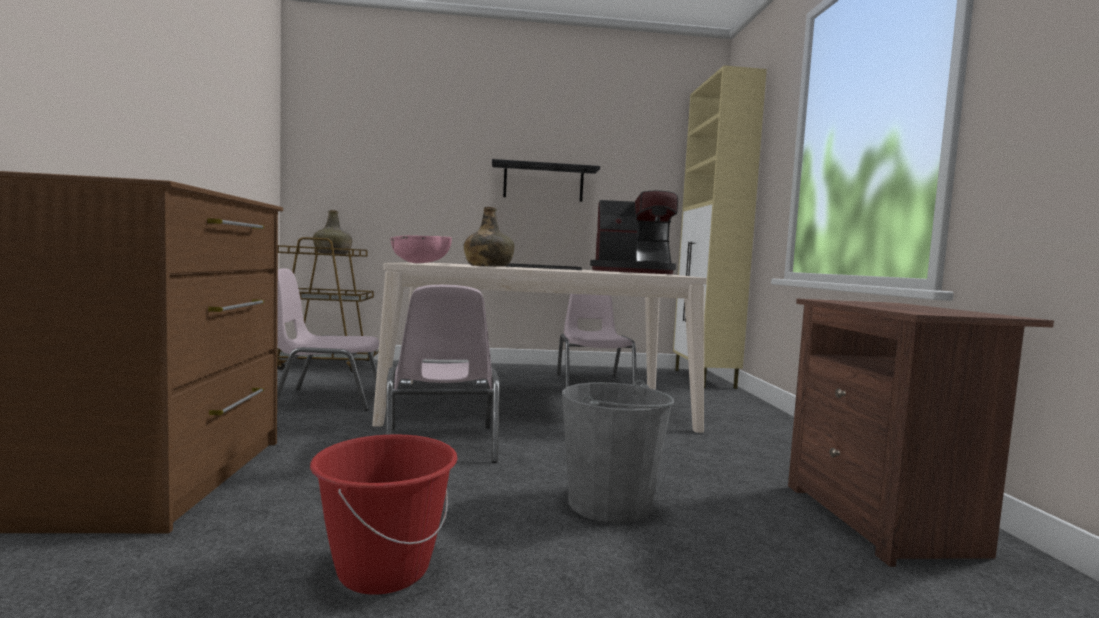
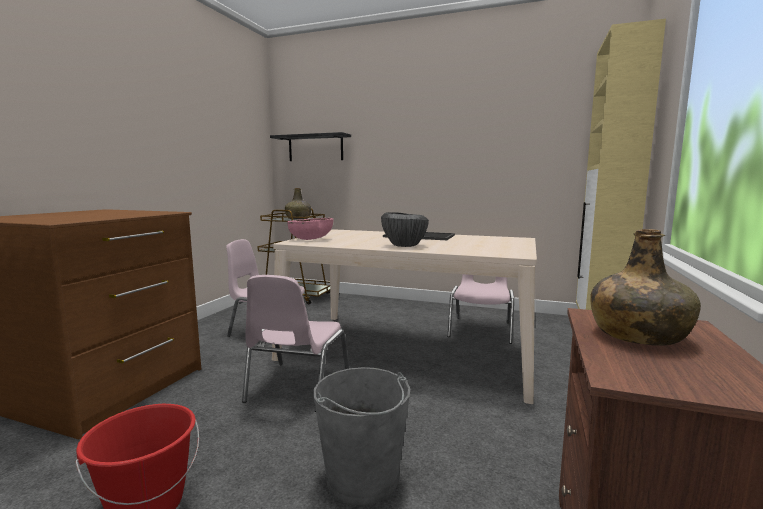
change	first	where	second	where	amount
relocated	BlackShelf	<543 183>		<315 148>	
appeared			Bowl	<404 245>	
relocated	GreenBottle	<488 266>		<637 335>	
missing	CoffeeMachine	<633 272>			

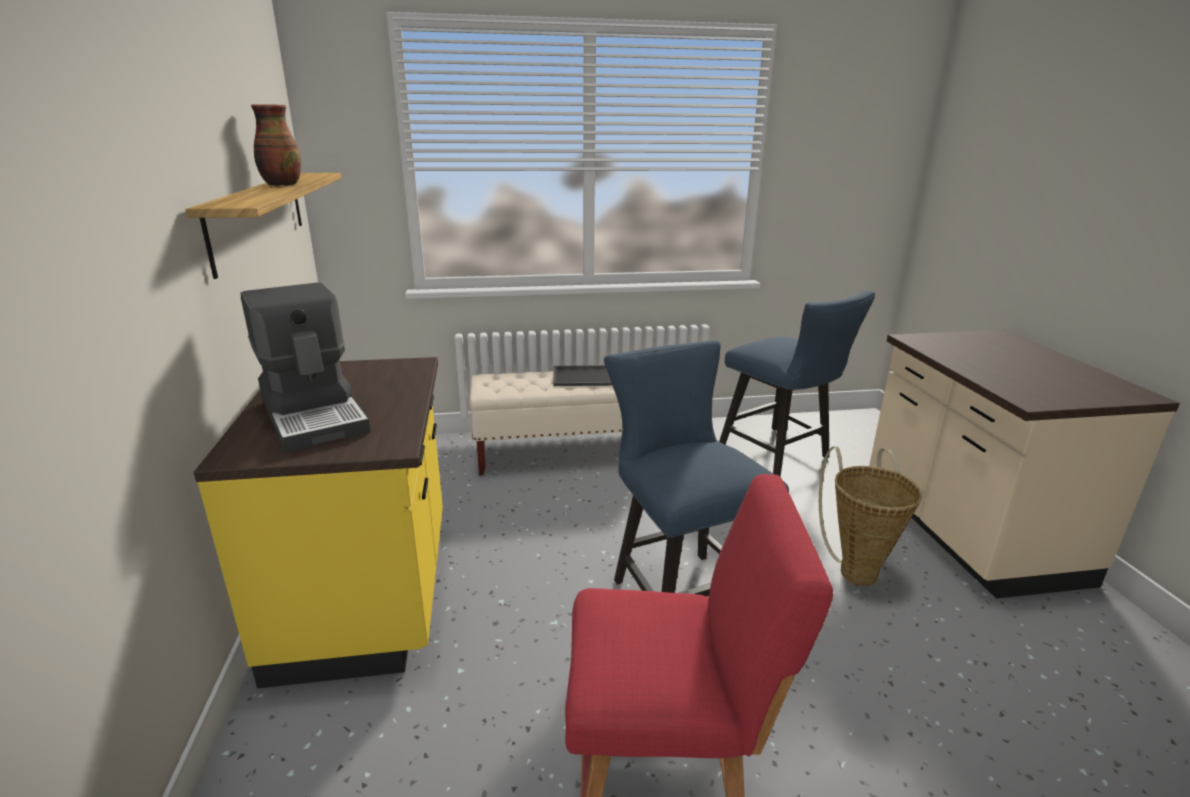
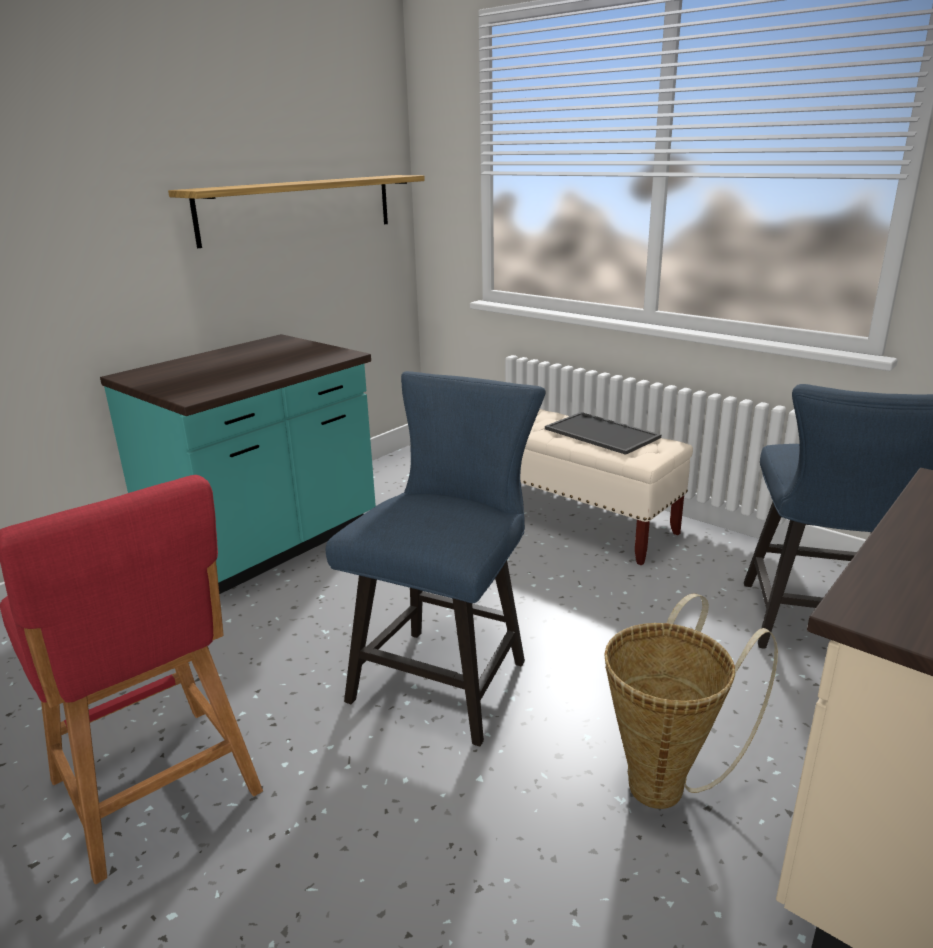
change	first	where	second	where	amount
colour	YellowCounter	<370 594>	TurquoiseCounter	<267 546>	
missing	CoffeeMachine	<316 415>			
missing	Vase	<281 184>			

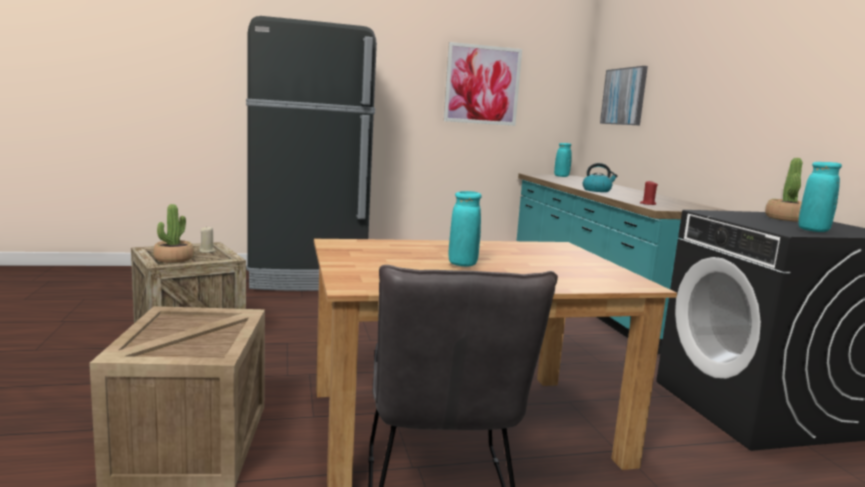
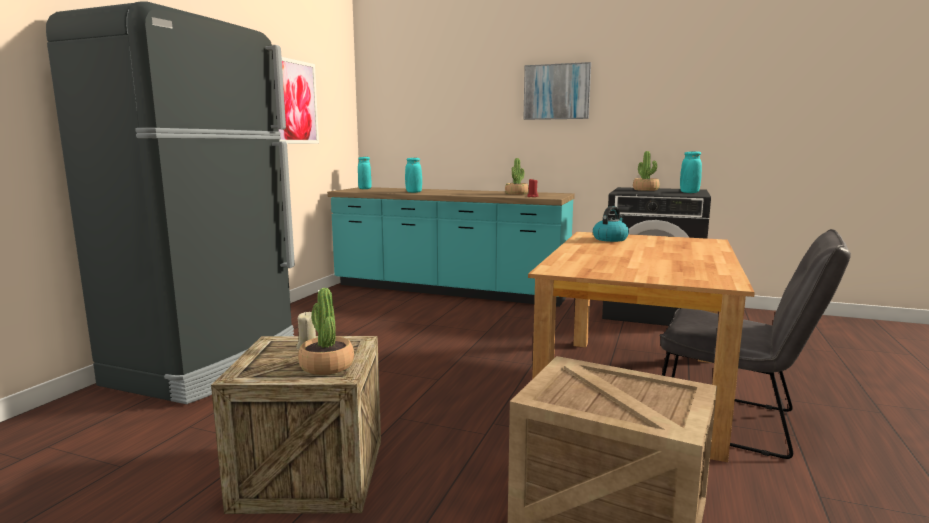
change	first	where	second	where	amount
relocated	TurquoiseVase	<462 264>		<413 192>	
appeared			PottedPlant	<516 193>	
relocated	Picture	<624 96>		<556 92>	
relocated	Kettle	<597 190>		<610 239>	

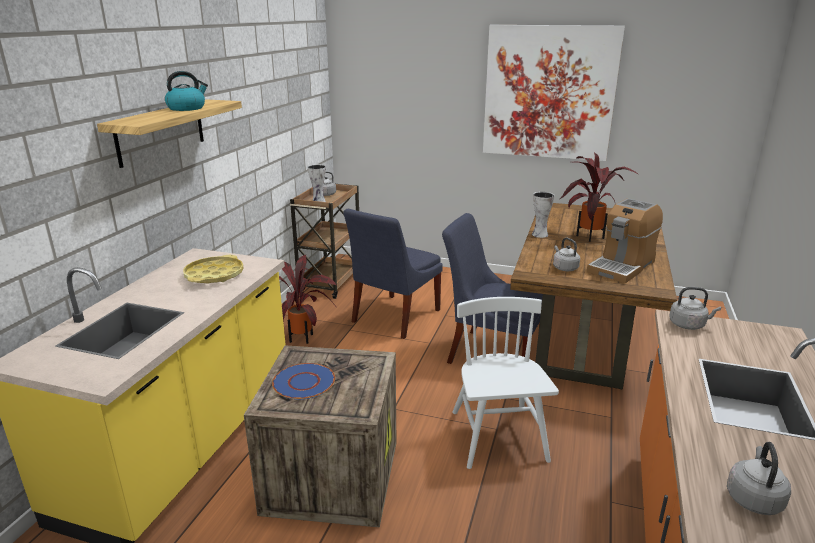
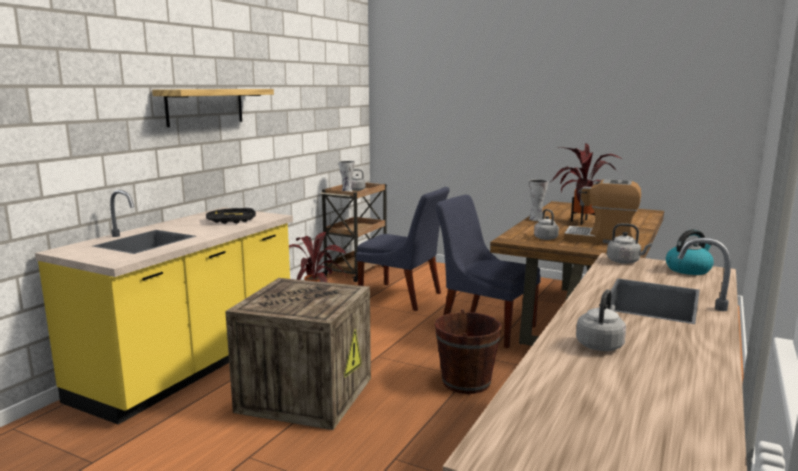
change	first	where	second	where	amount
colour	YellowTray	<214 275>	BlackTray	<231 220>	
spun	BlueChair	<393 317>		<403 297>	105 degrees counterclockwise
exchanged	WhiteChair	<498 436>	BrownBucket	<466 382>	
spun	CoffeeMachine	<622 266>		<601 239>	60 degrees clockwise
relocated	Kettle	<187 108>		<688 269>	
missing	BluePlate	<303 382>			
missing	Picture	<549 93>			

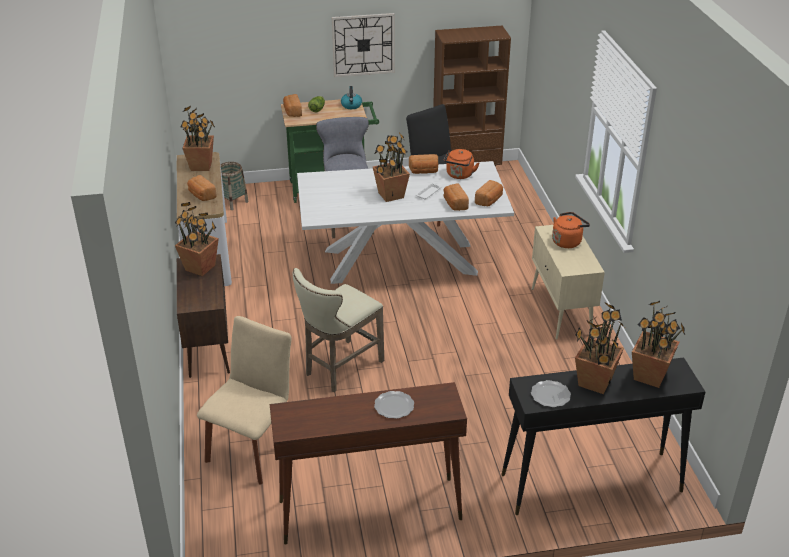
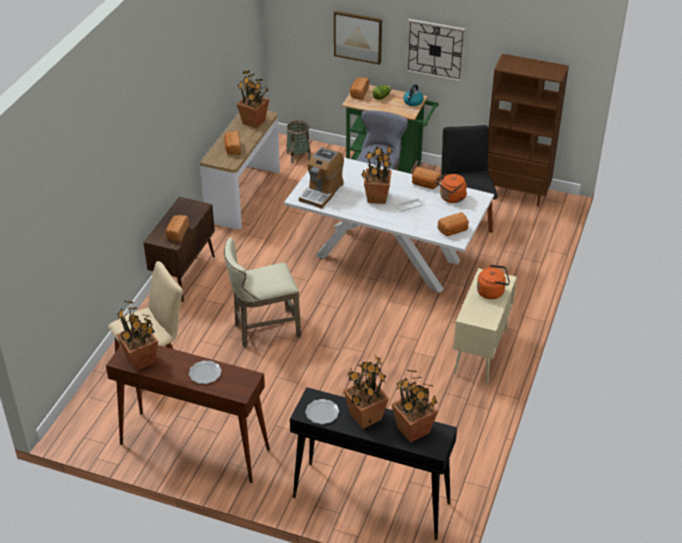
change	first	where	second	where	amount
relocated	PottedPlant	<200 268>		<141 361>	
relocated	Bread	<454 204>		<177 233>	
appeared			CoffeeMachine	<322 192>	
appeared			Picture	<358 37>	

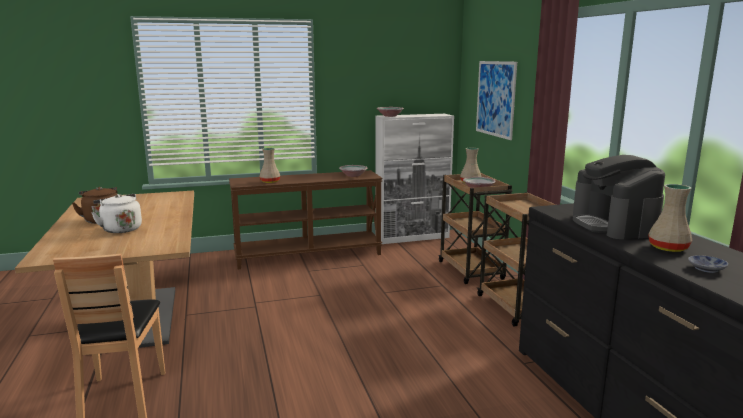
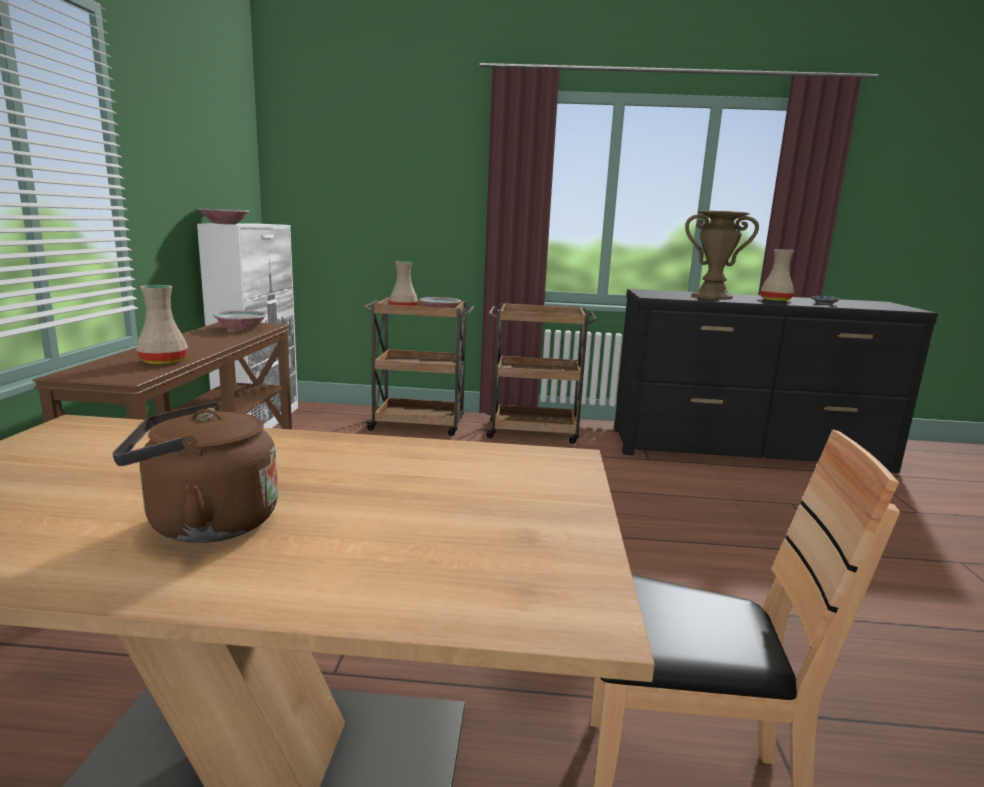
change	first	where	second	where	amount
exchanged	CoffeeMachine	<614 225>	BrownVase	<712 297>	
missing	WhiteKettle	<120 229>			
missing	Picture	<495 98>			

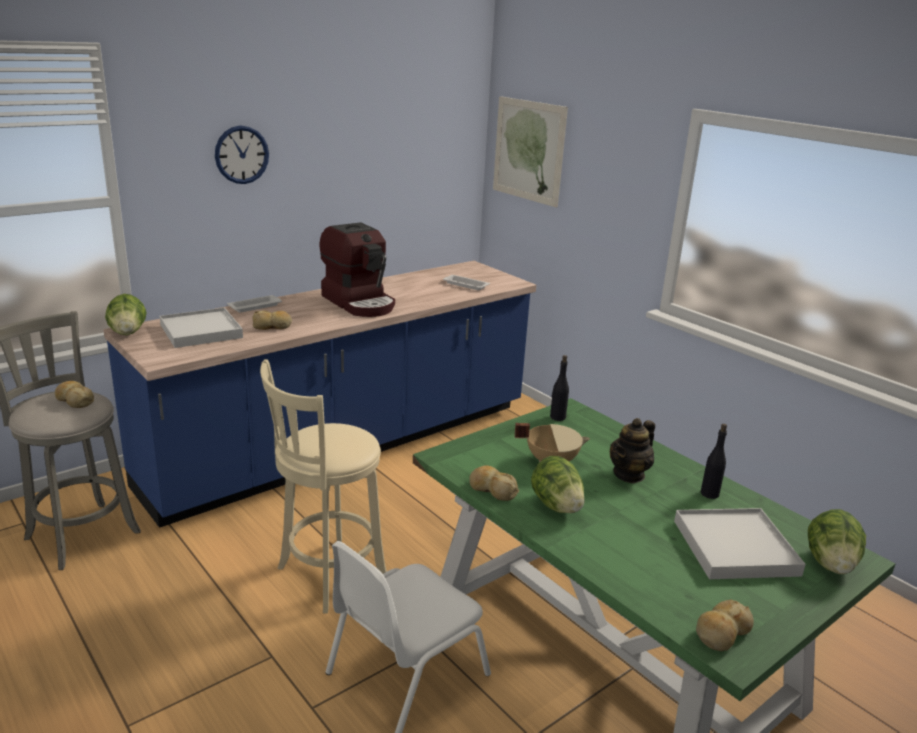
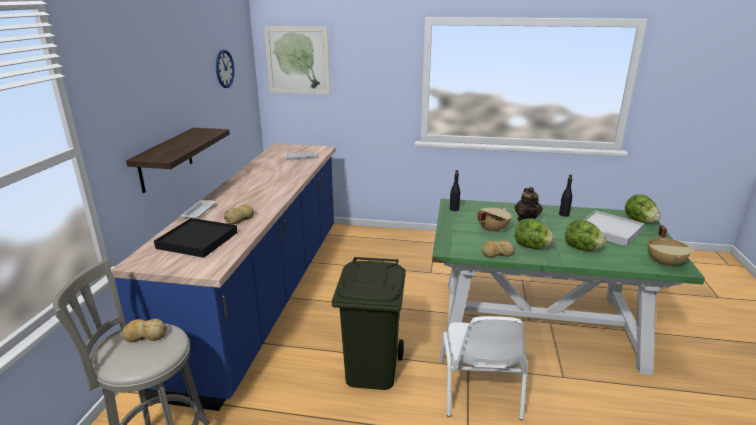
change	first	where	second	where	amount
appeared			Shelf	<166 159>	
colour	WhiteTray	<201 331>	BlackTray	<197 240>	
relocated	WallClock	<241 155>		<224 69>	
exchanged	BeigeStool	<327 576>	GreenTrashCan	<370 370>	
relocated	Lettuce	<128 332>		<582 248>	
exchanged	Bread	<721 633>	BeigeCookingPot	<665 263>	
missing	CoffeeMachine	<360 302>			

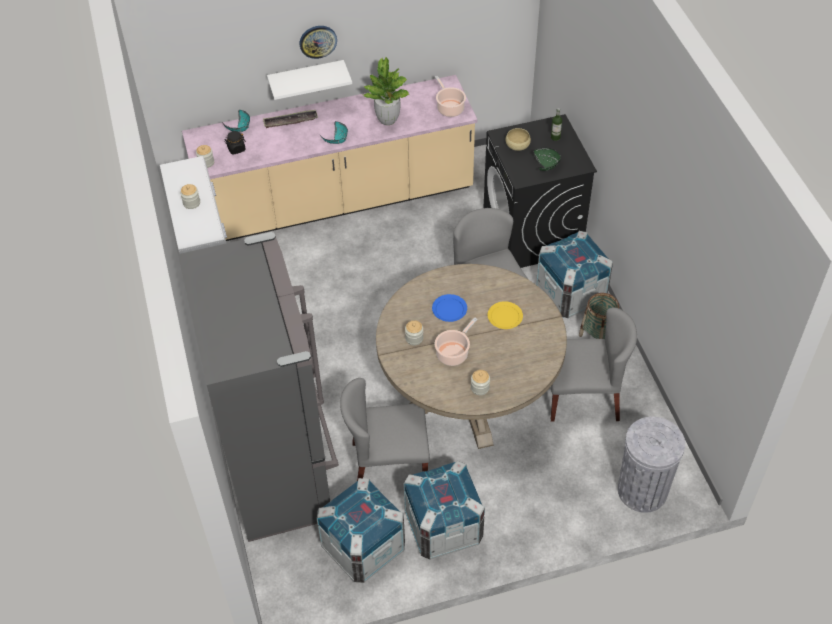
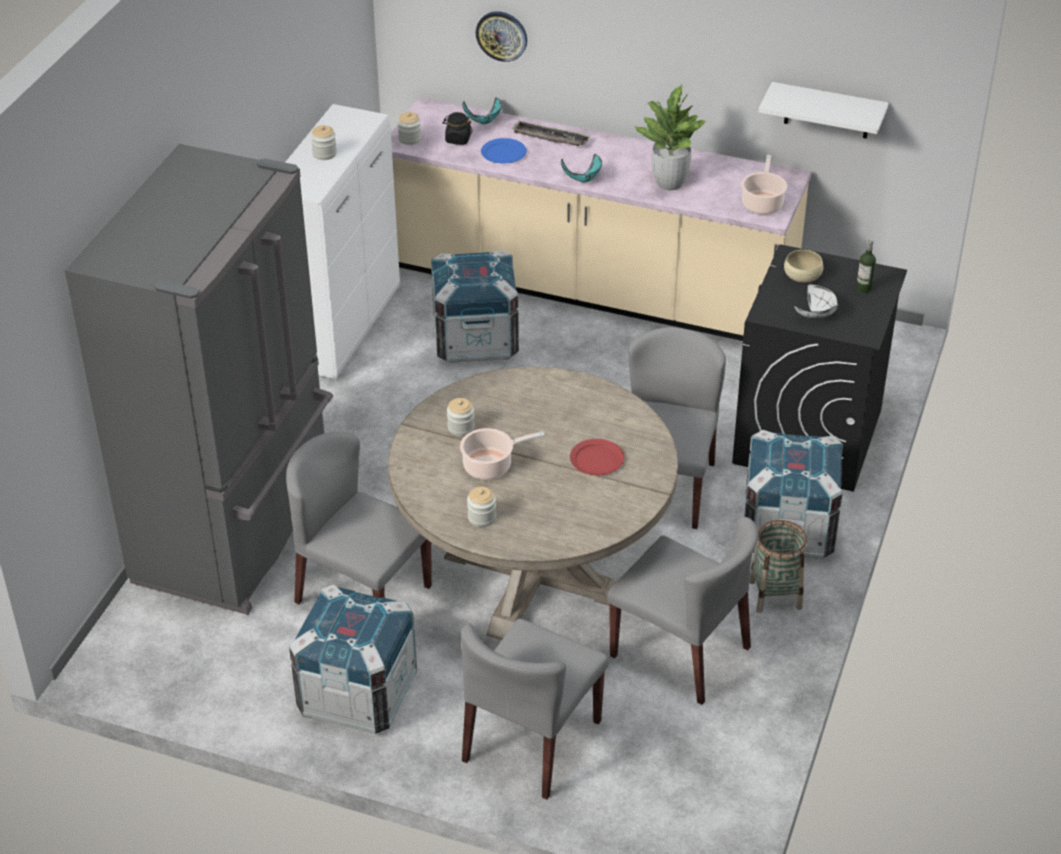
change	first	where	second	where	amount
relocated	Crate	<363 547>		<476 340>	
appeared			GreyChair	<532 742>	
relocated	WallClock	<318 41>		<502 35>	
relocated	BluePlate	<449 309>		<503 153>	
colour	YellowPlate	<505 317>	RedPlate	<597 460>	
relocated	WhiteShelf	<306 78>		<827 111>	
colour	GreenBowl	<547 165>	WhiteBowl	<816 314>	
missing	GreyTrashCan	<642 490>			

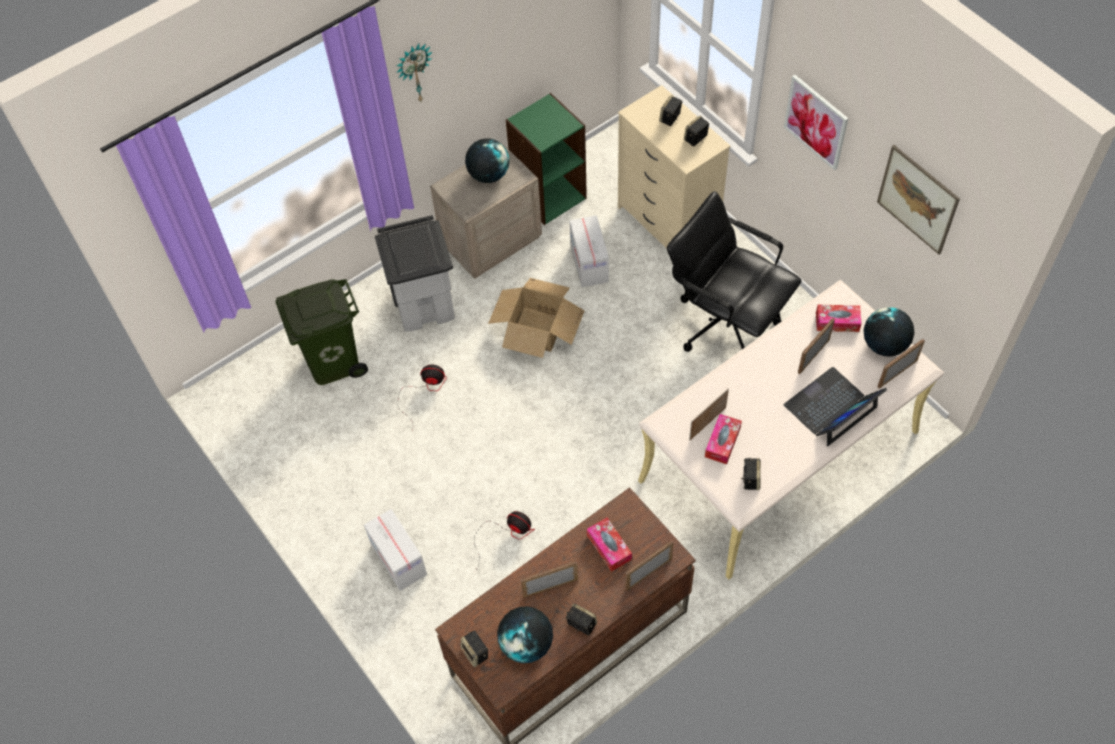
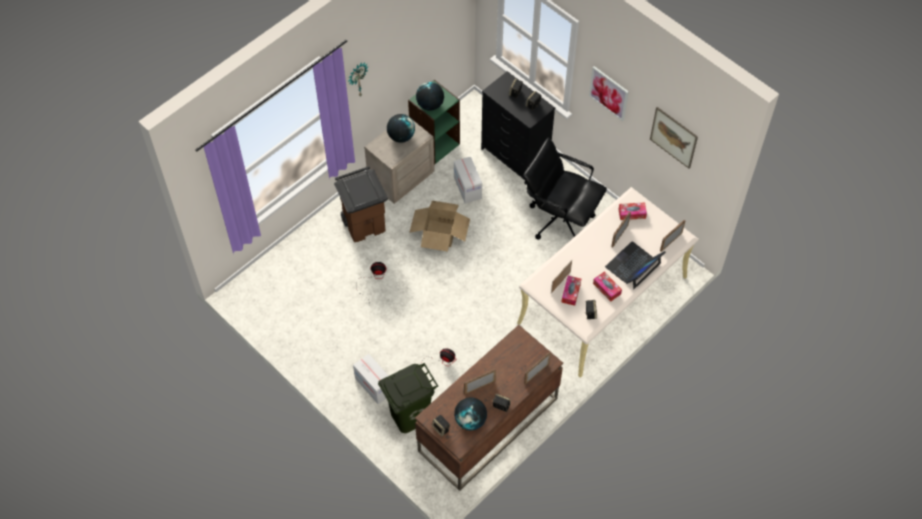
change	first	where	second	where	amount
colour	GreyTrashCan	<425 306>	BrownTrashCan	<364 224>	
relocated	GreenTrashCan	<333 361>		<409 415>	
relocated	Globe	<884 345>		<430 105>	
colour	BeigeDresser	<667 223>	BlackDresser	<514 157>	
relocated	TissueBox	<609 547>		<607 288>	

